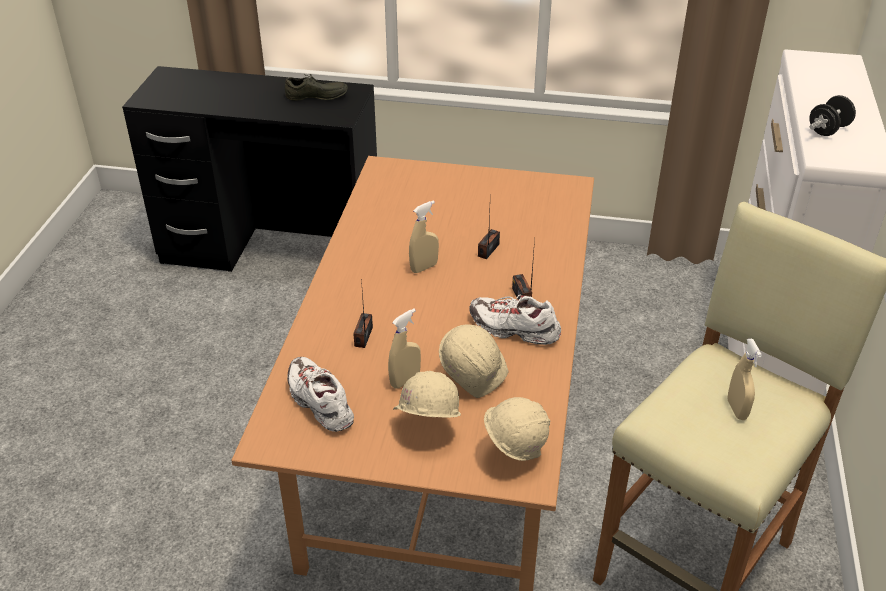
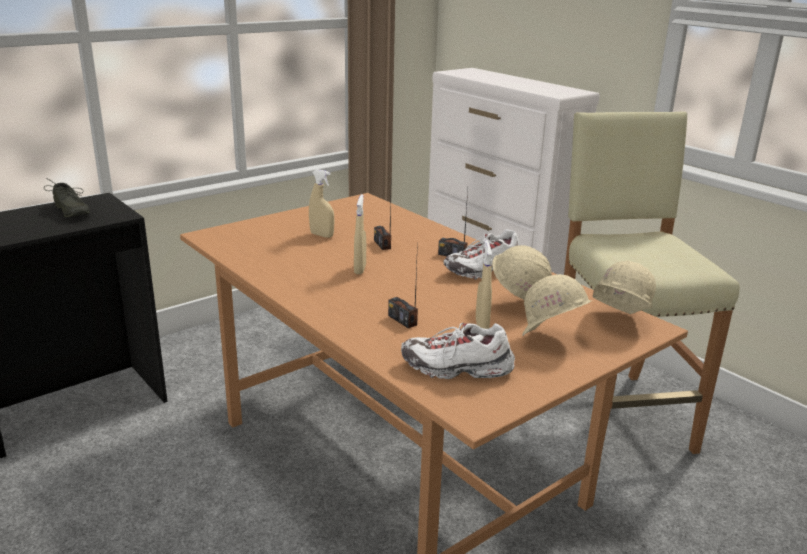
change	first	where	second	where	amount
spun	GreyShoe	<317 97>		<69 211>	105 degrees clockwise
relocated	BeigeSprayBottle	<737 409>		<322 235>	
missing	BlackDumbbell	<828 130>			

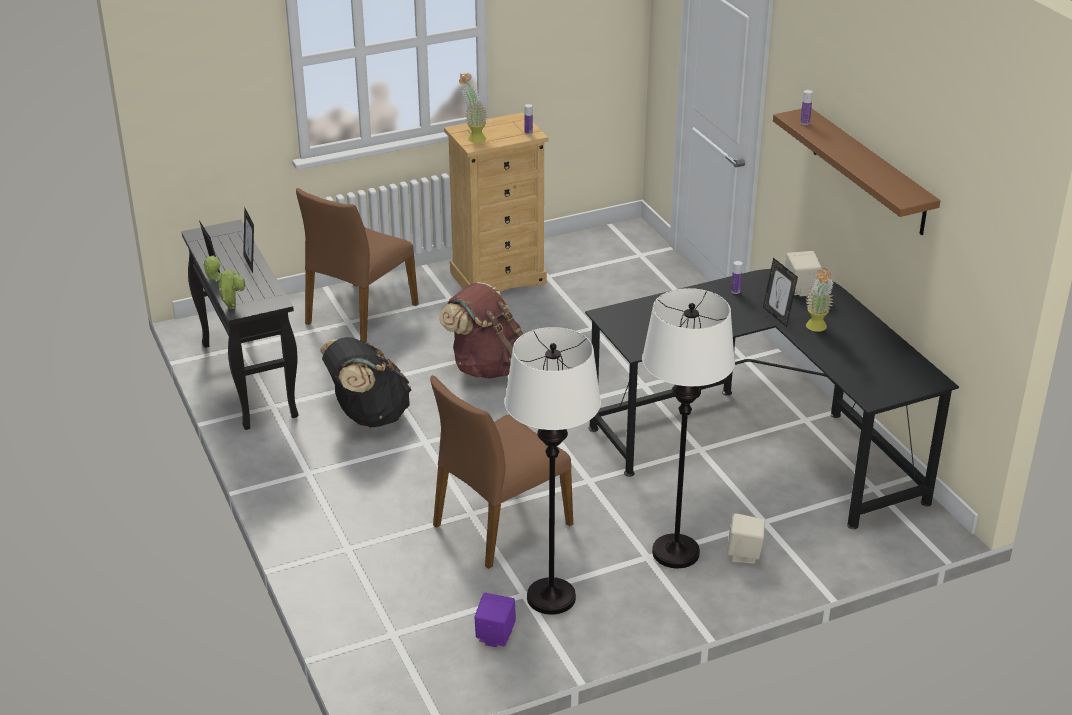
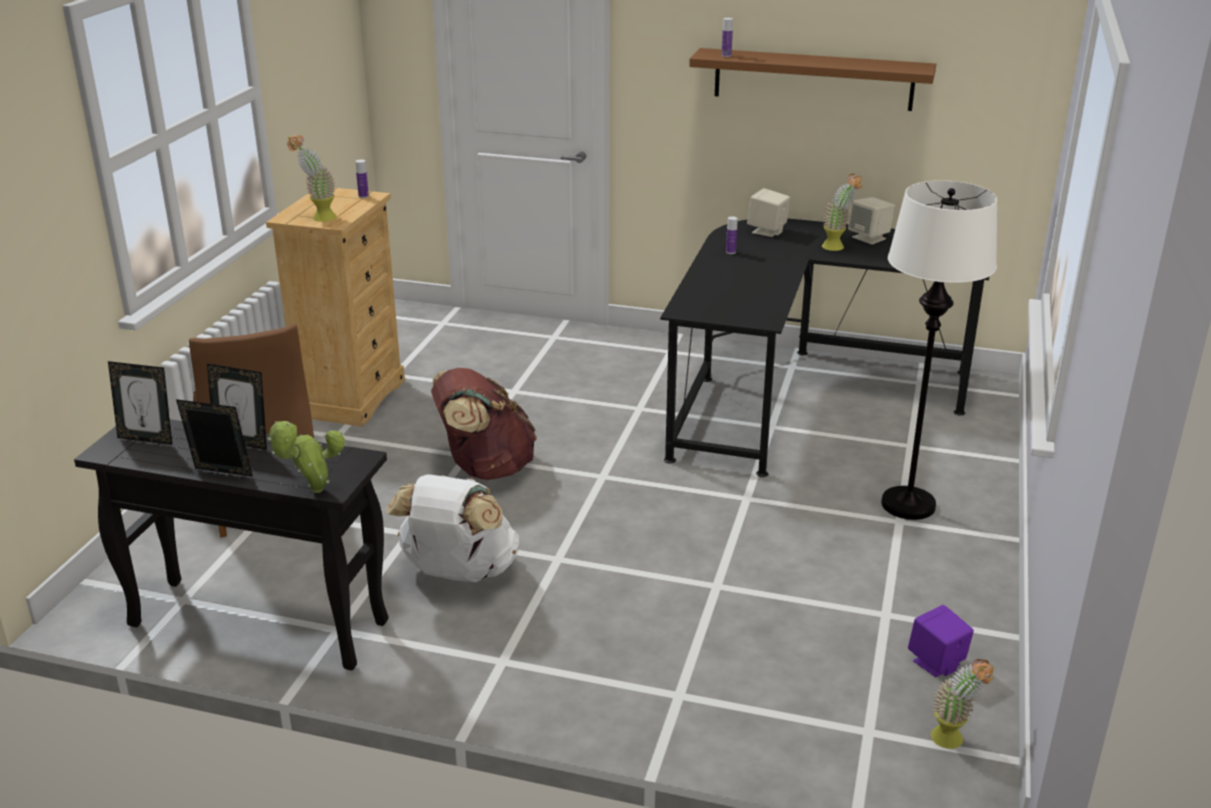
change	first	where	second	where	amount
relocated	PictureFrame	<777 316>		<147 438>	
colour	BlackBackpack	<368 416>	WhiteBackpack	<458 573>	
relocated	BeigeSpeaker	<744 554>		<869 238>	
appeared			PottedPlant	<954 742>	
missing	BrownChair	<500 524>			
missing	WhiteFloorLamp	<551 598>			

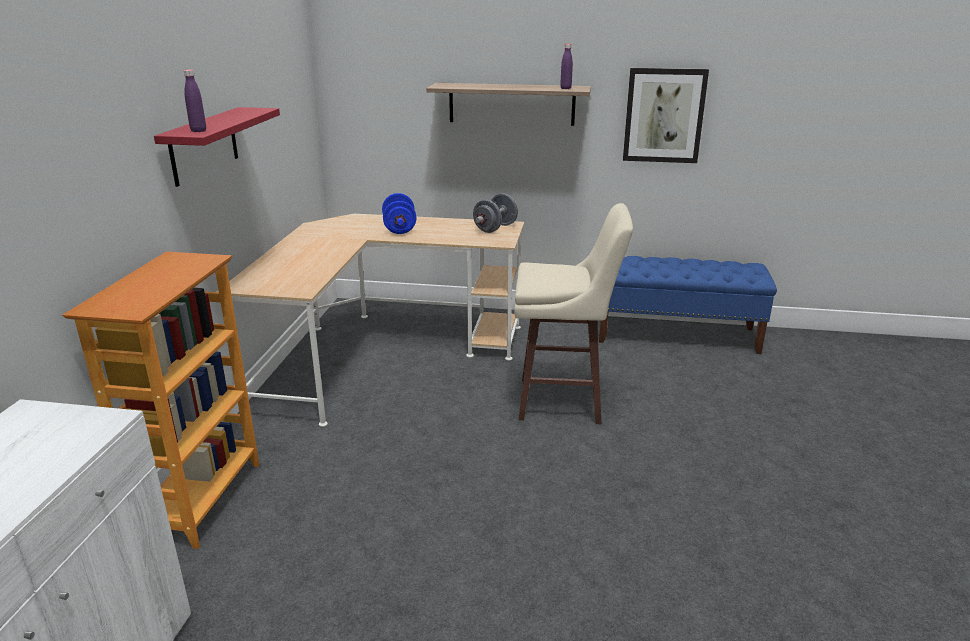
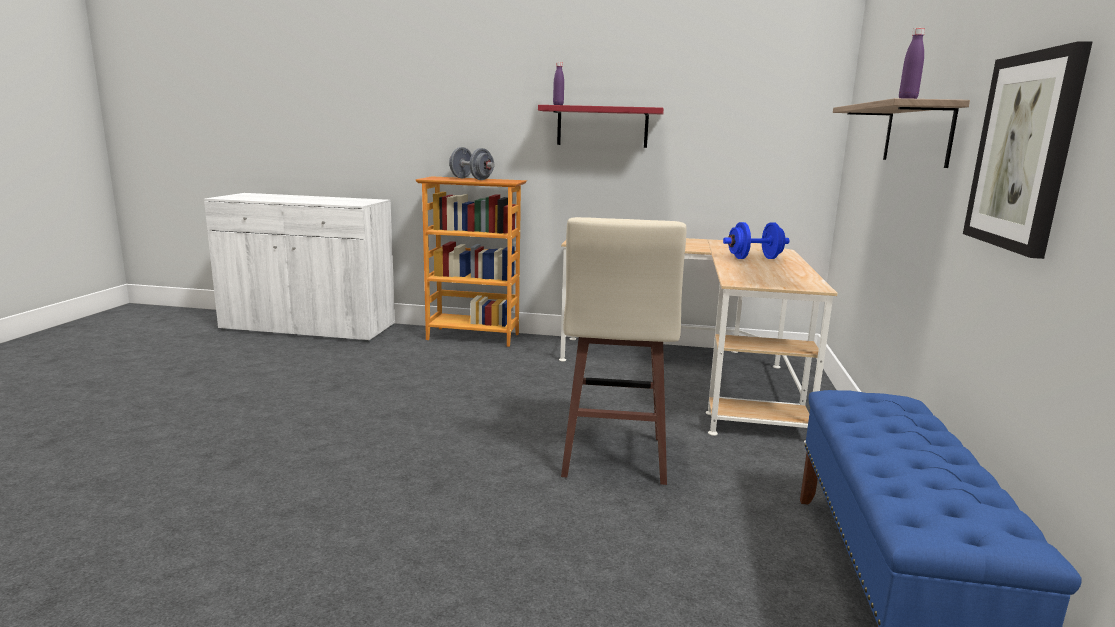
change	first	where	second	where	amount
relocated	GreyDumbbell	<495 228>		<471 179>	

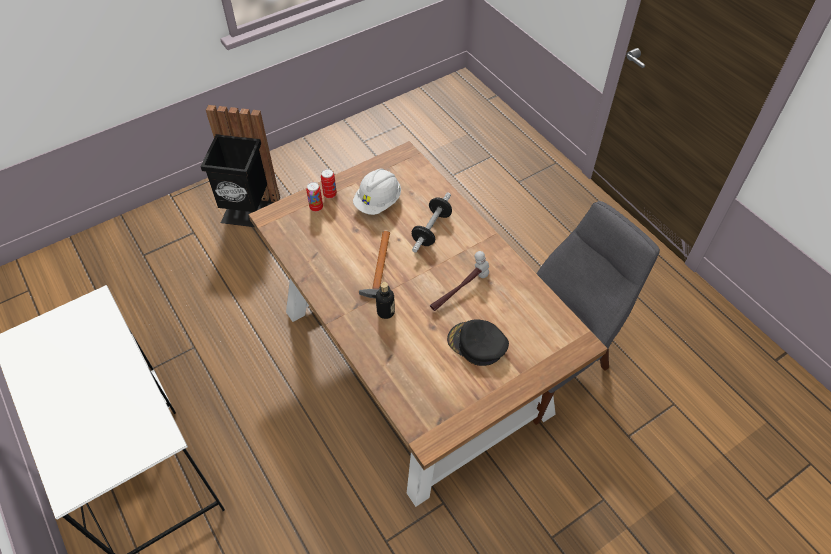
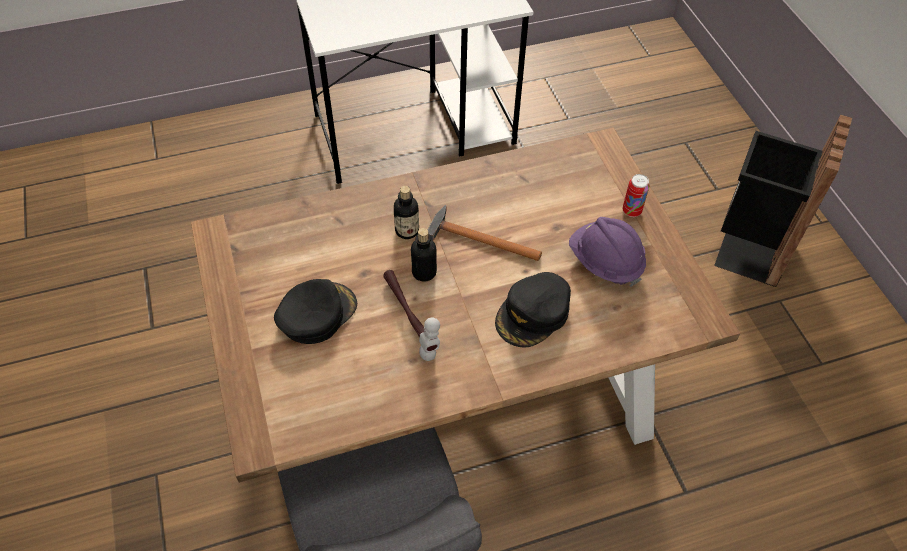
change	first	where	second	where	amount
appeared			Bottle	<424 272>	
exchanged	Dumbbell	<431 229>	BlackCap	<533 314>	
colour	WhiteHardHat	<378 202>	PurpleHardHat	<605 262>	
missing	Can	<316 207>			

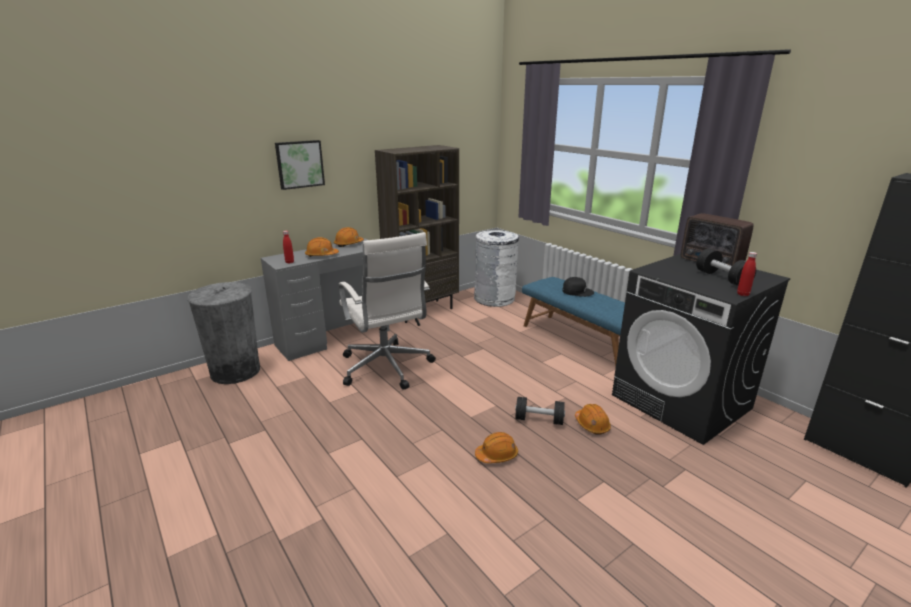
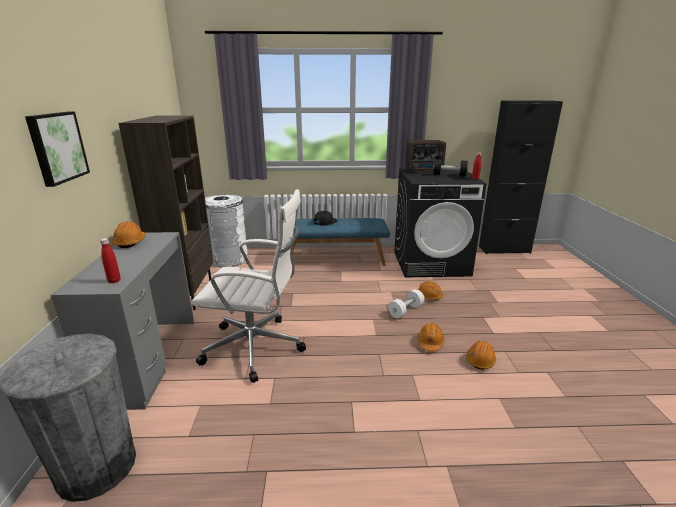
change	first	where	second	where	amount
colour	BlackDumbbell	<539 420>	WhiteDumbbell	<406 311>	
relocated	OrangeHardHat	<321 255>		<480 360>	

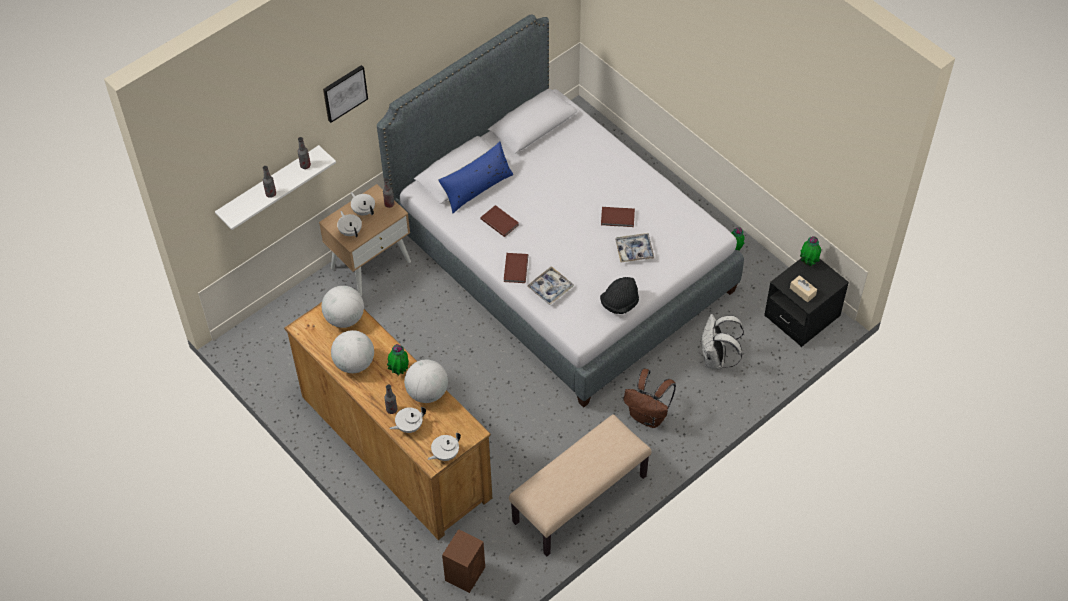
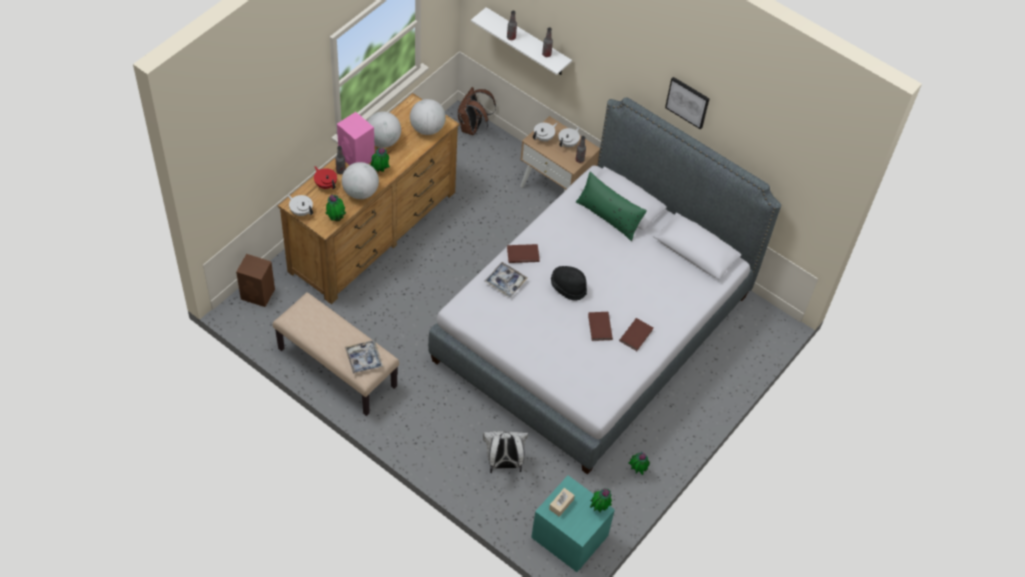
change	first	where	second	where	amount
colour	WhiteTeapot	<409 426>	RedTeapot	<325 184>	
appeared			PottedPlant	<336 218>	
appeared			PinkSpeaker	<357 158>	
relocated	Tray	<634 250>		<364 359>	
relocated	BrownBackpack	<648 416>		<472 128>	
colour	BlackNightstand	<802 316>	TurquoiseNightstand	<569 537>	
relocated	BlackHat	<619 303>		<568 287>	
colour	BluePillow	<477 188>	GreenPillow	<609 216>	
relocated	BrownBook	<500 221>		<637 335>	
relocated	Picture	<344 93>		<688 102>	

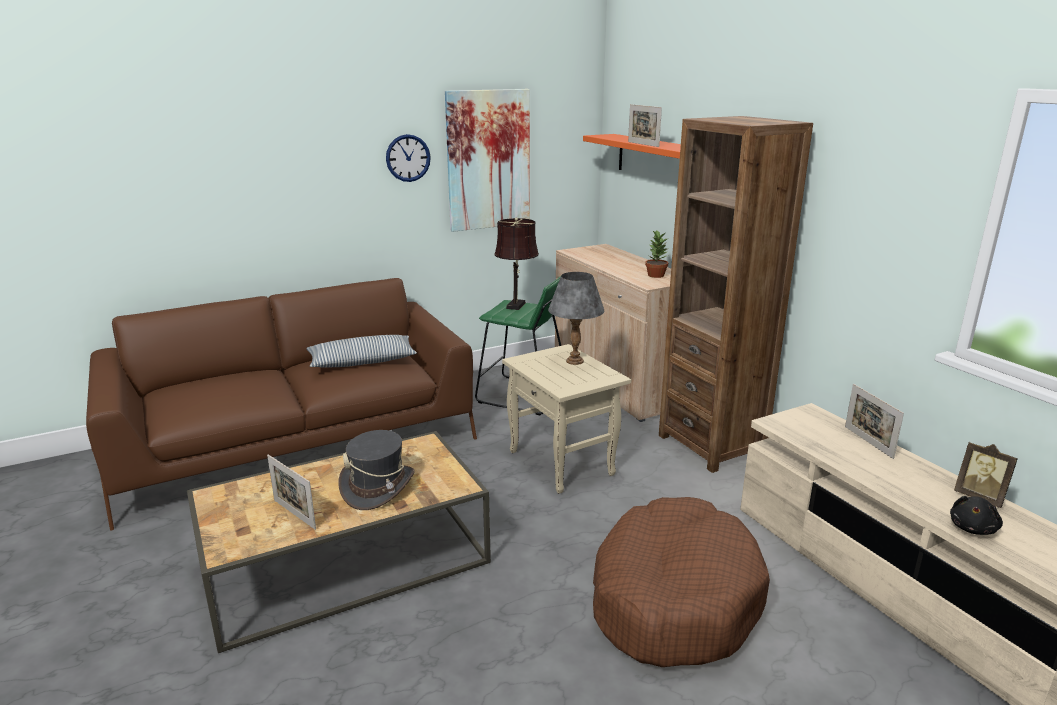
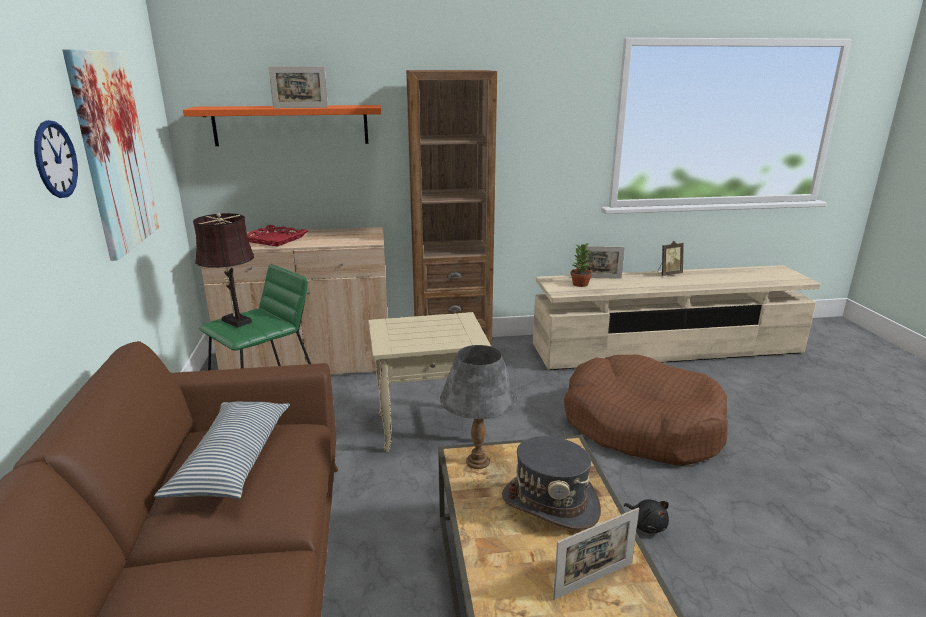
change	first	where	second	where	amount
appeared			RedTray	<274 239>	
relocated	GreyTableLamp	<575 361>		<478 461>	
relocated	PottedPlant	<655 275>		<580 284>	
relocated	BlackPlushToy	<973 528>		<646 525>	

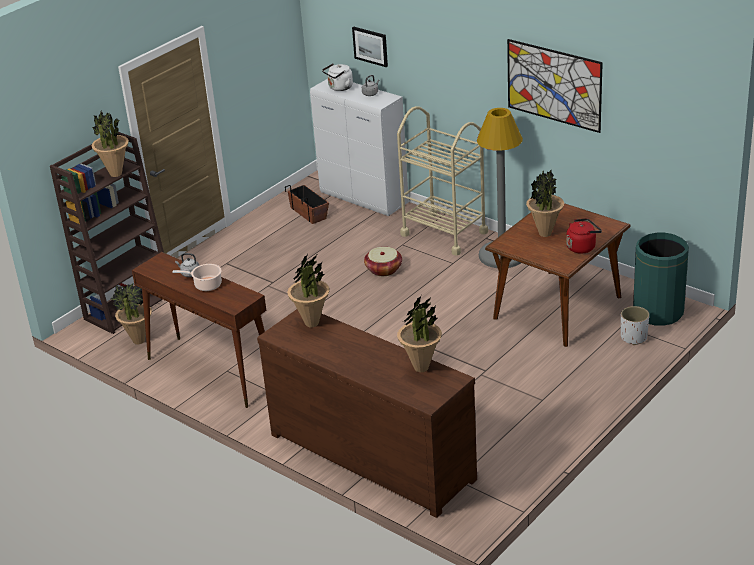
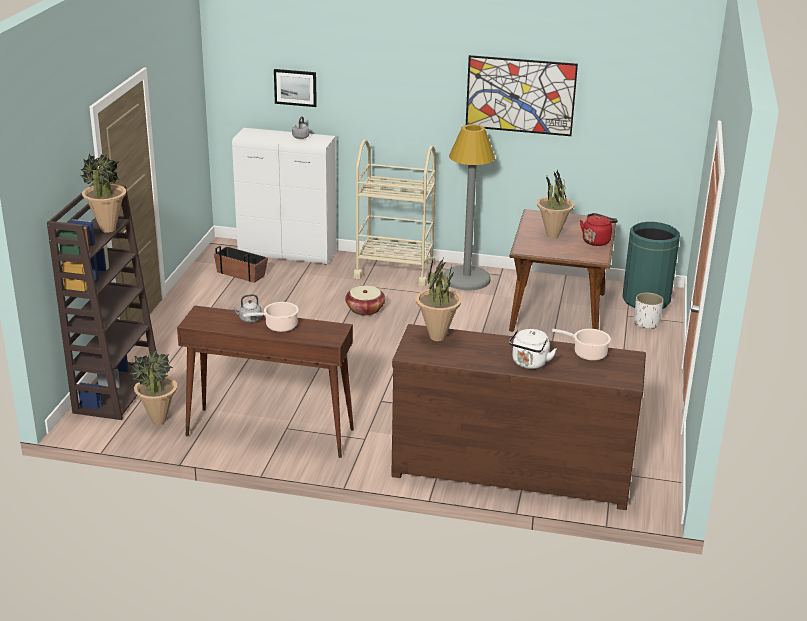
change	first	where	second	where	amount
relocated	WhiteKettle	<339 88>		<529 364>	
exchanged	PottedPlant	<421 367>	CookingPot	<587 353>	

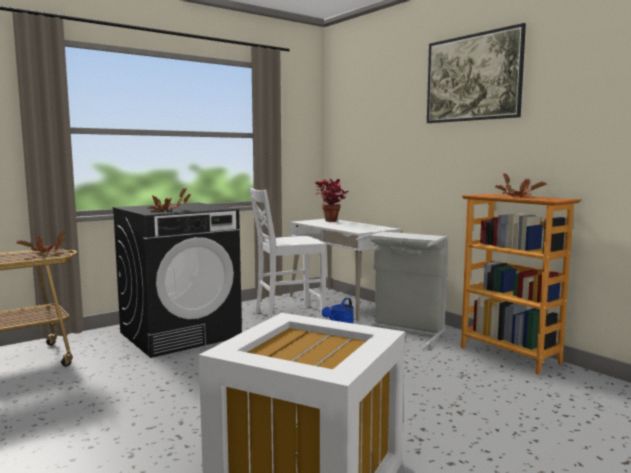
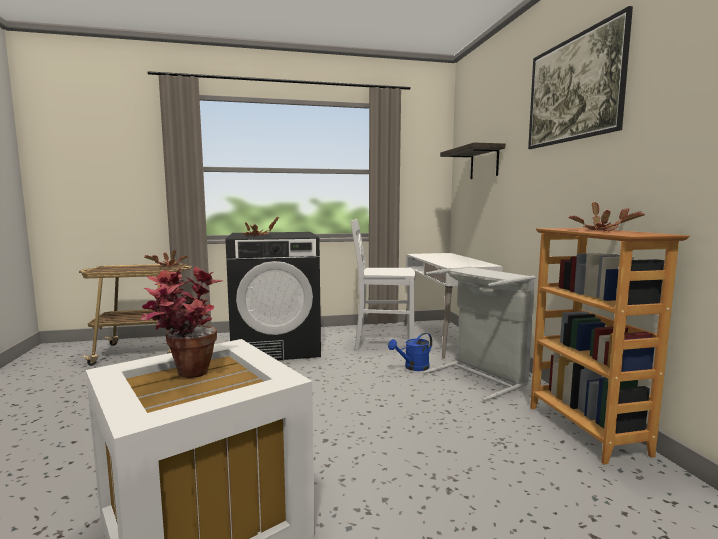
change	first	where	second	where	amount
relocated	PottedPlant	<331 222>		<184 377>	
appeared			Shelf	<484 163>	

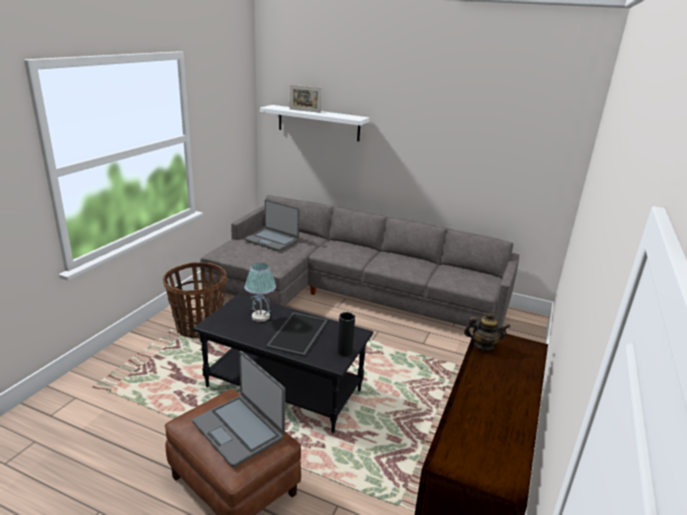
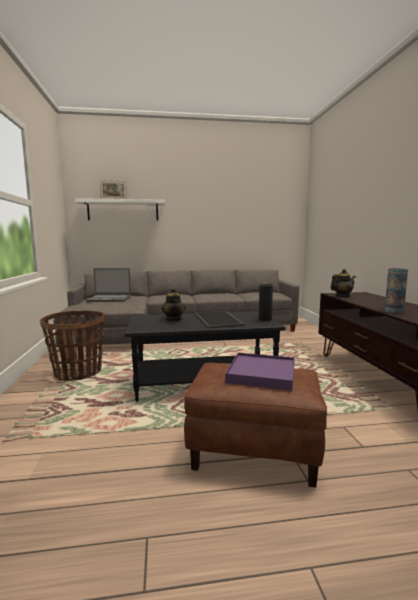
change	first	where	second	where	amount
exchanged	TableLamp	<261 317>	Teapot	<173 319>	
exchanged	Laptop	<239 430>	PurpleTray	<262 374>	
appeared			Vase	<394 311>	

